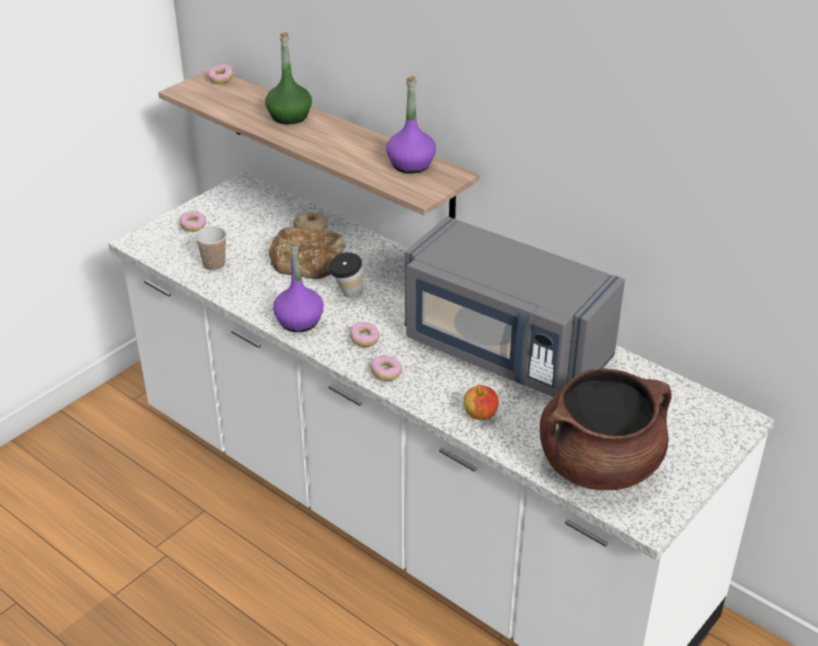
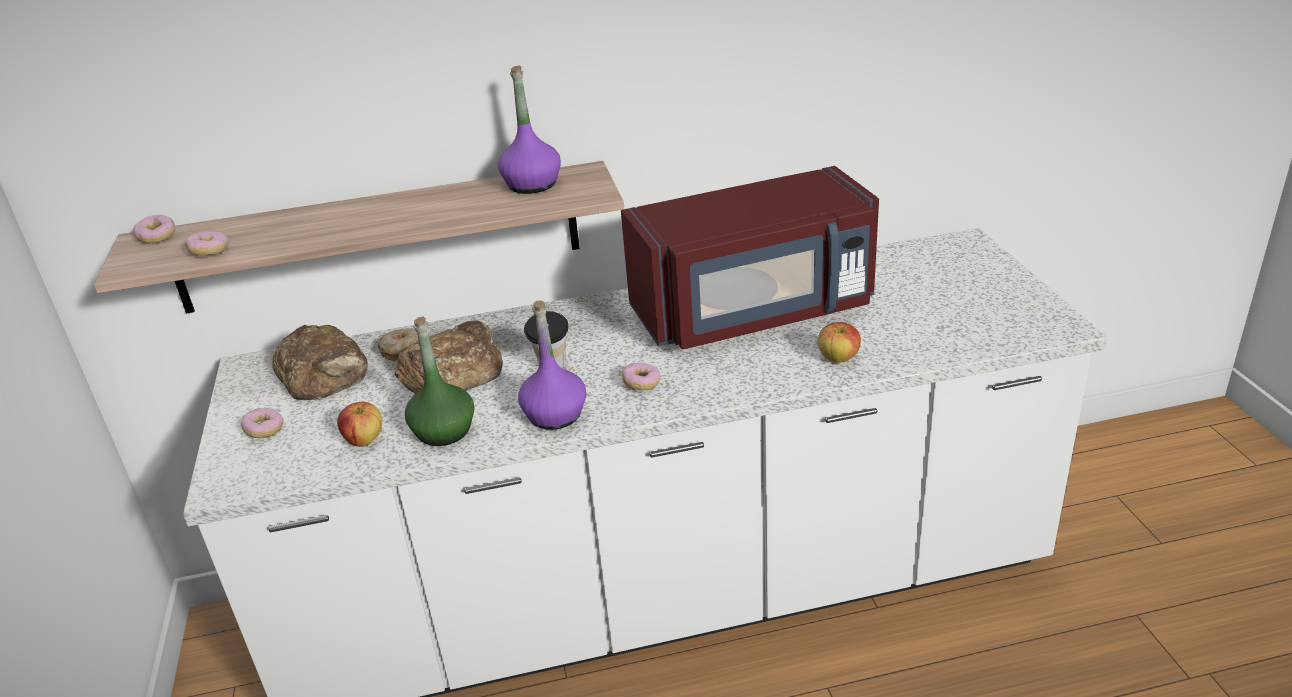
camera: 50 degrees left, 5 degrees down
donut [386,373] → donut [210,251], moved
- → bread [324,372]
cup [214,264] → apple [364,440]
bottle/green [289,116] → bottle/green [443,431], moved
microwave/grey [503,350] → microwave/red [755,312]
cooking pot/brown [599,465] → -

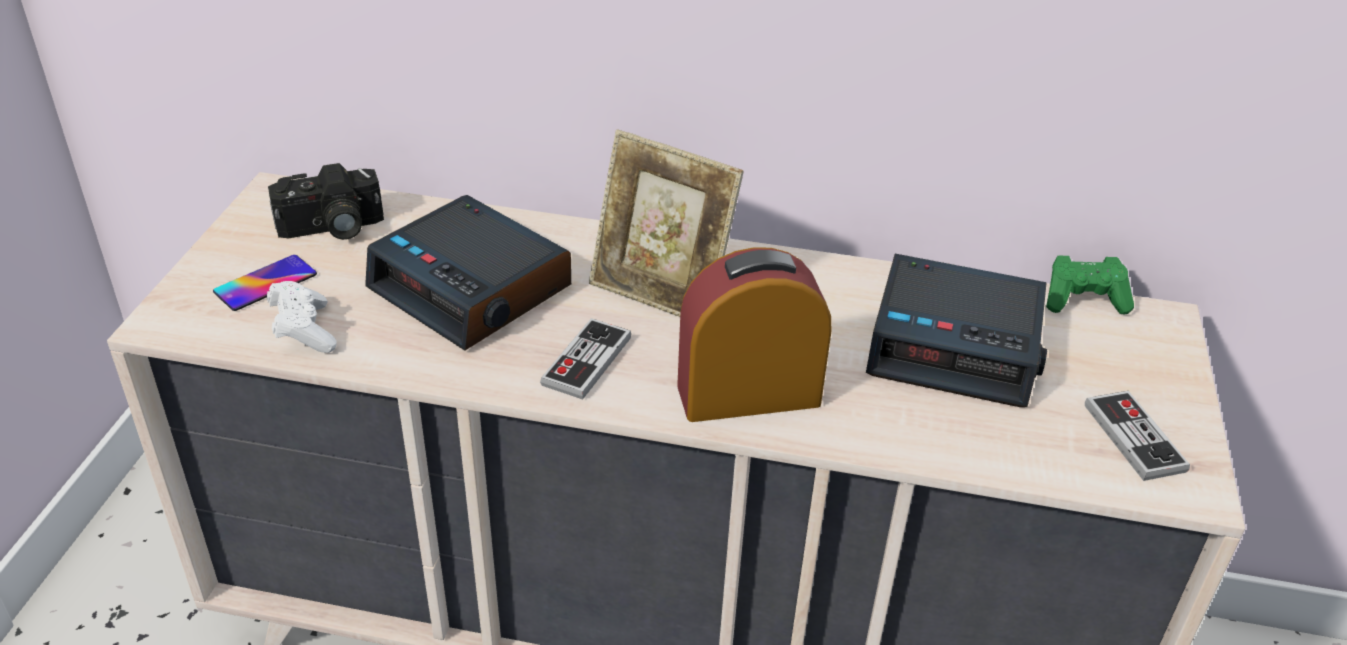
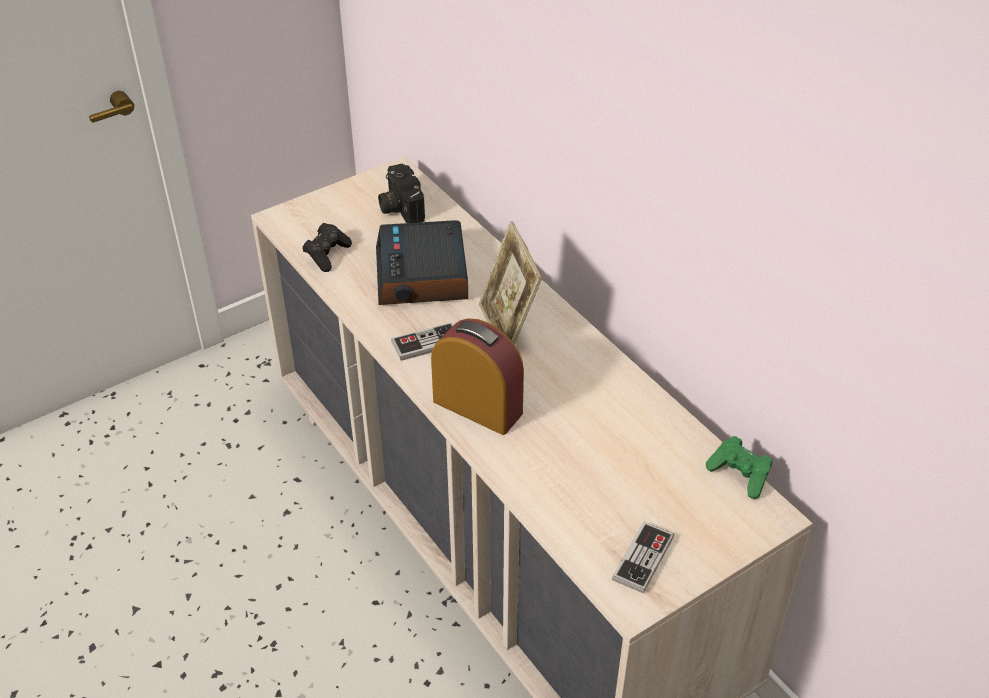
camera: 45 degrees right, 5 degrees up
game controller/white [304,331] → game controller/black [327,255]
photo camera [331,229] → photo camera [399,206], 45 degrees clockwise
phone [265,283] → -
alarm clock [956,345] → -

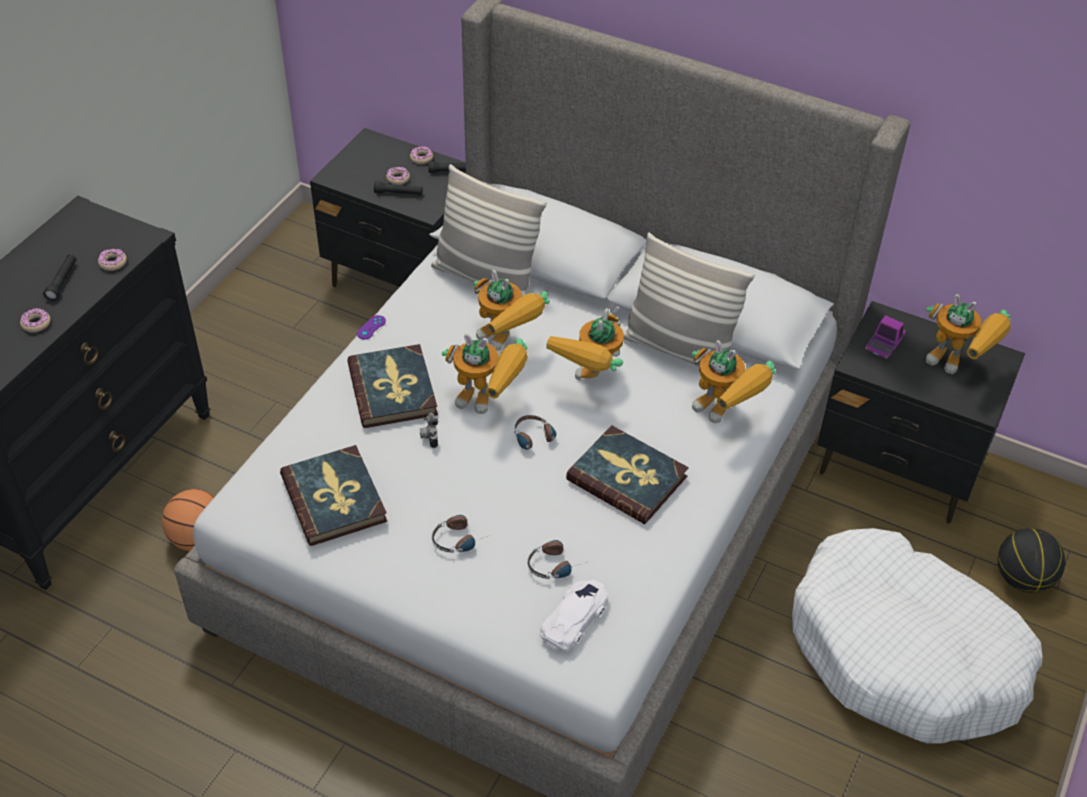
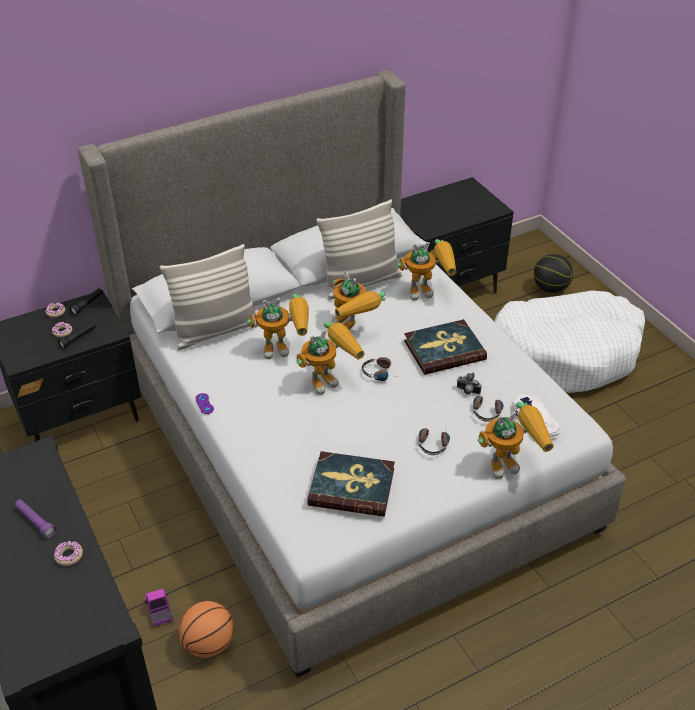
camera: 55 degrees left, 5 degrees down
flashlight/black [62,282] → flashlight/purple [35,522]
toy truck [884,345] → toy truck [159,611], moved
photo camera [429,436] → photo camera [467,391], moved
toy robot [958,364] → toy robot [511,462], moved
donut [113,263] → -
book [393,389] → -

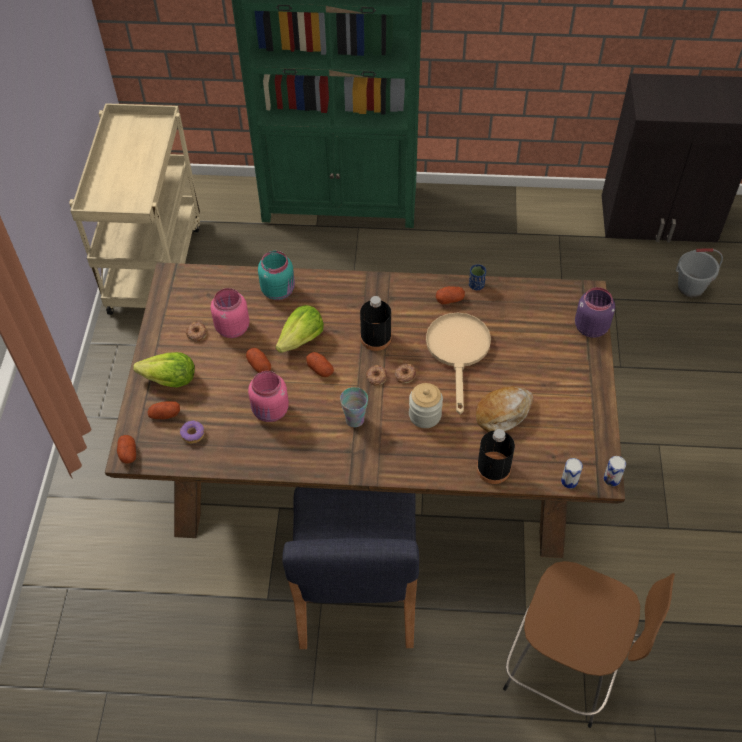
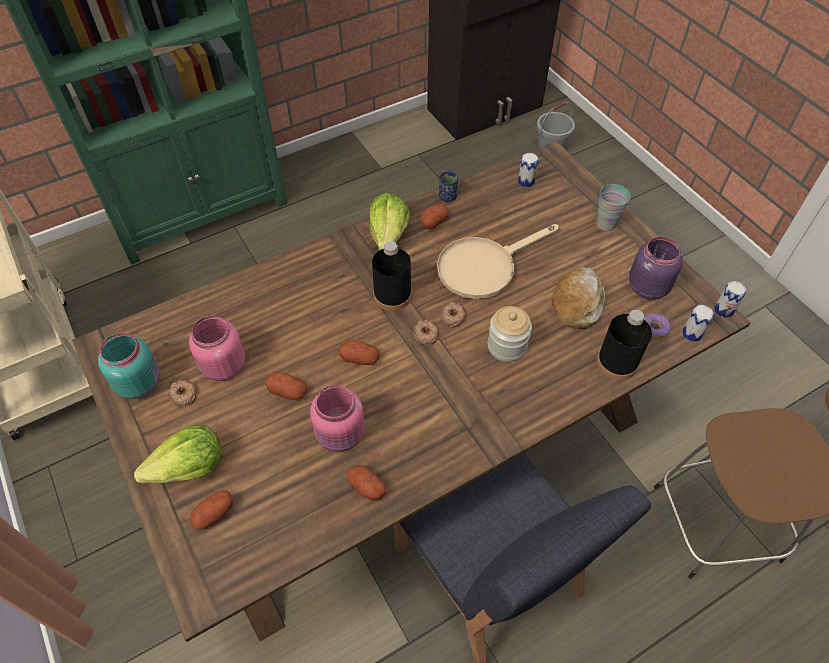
camera: 35 degrees left, 0 degrees up
jar/turquoise [279,290] → jar/turquoise [140,382], moved
potato [128,453] → potato [366,487], moved
lettuce [301,339] → lettuce [389,235], moved
frying pan/beige [458,351] → frying pan/beige [484,266], 90 degrees counterclockwise
- → can [526,182]
cup [355,419] → cup [606,224], moved
jar/purple [590,327] → jar/purple [646,287], moved
donut [193,434] → donut [653,329], moved

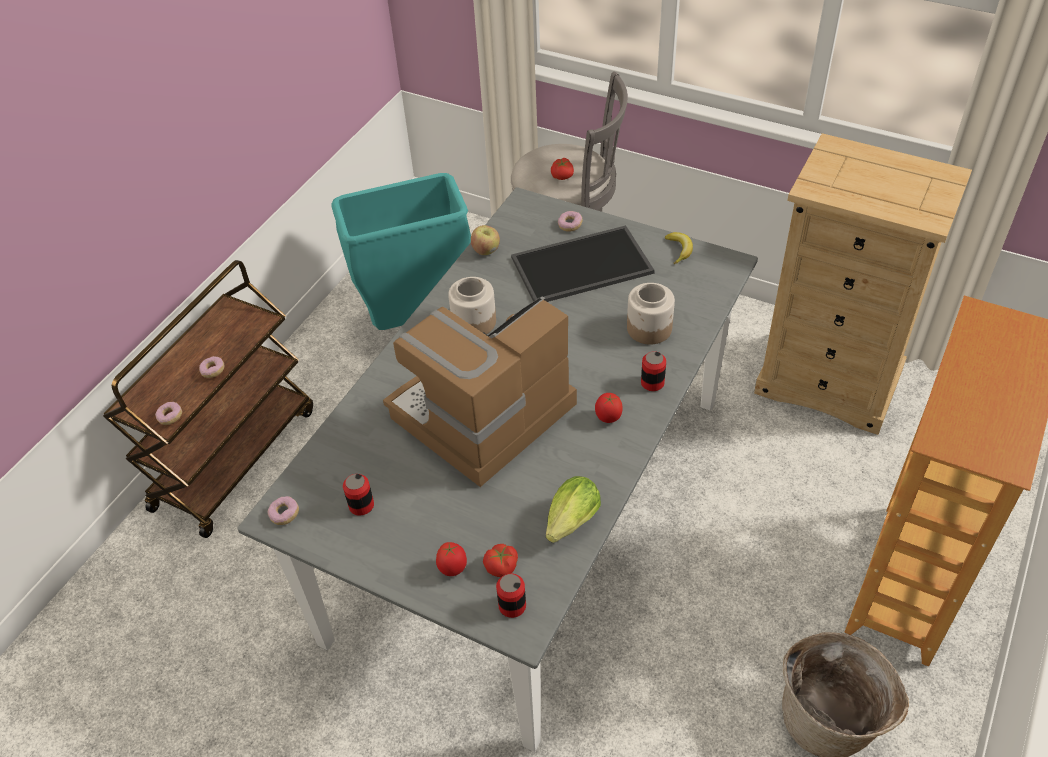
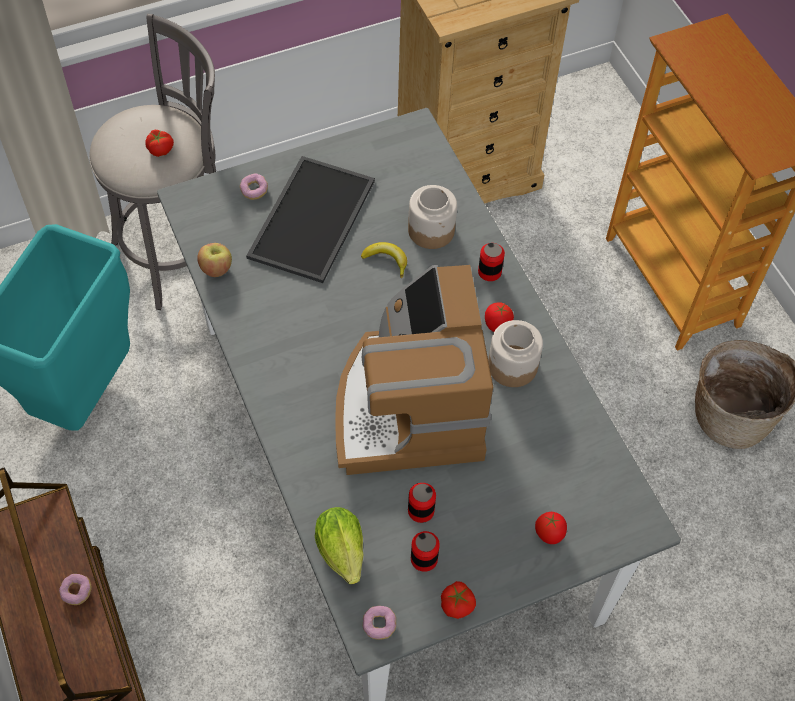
camera: 55 degrees left, 10 degrees up
lettuce [569,524] → lettuce [343,556], moved
banana [679,250] → banana [386,260], moved
can [512,606] → can [421,511], moved
tomato [502,567] → tomato [457,604], moved
jar [474,321] → jar [512,365], moved
donut [170,417] → -

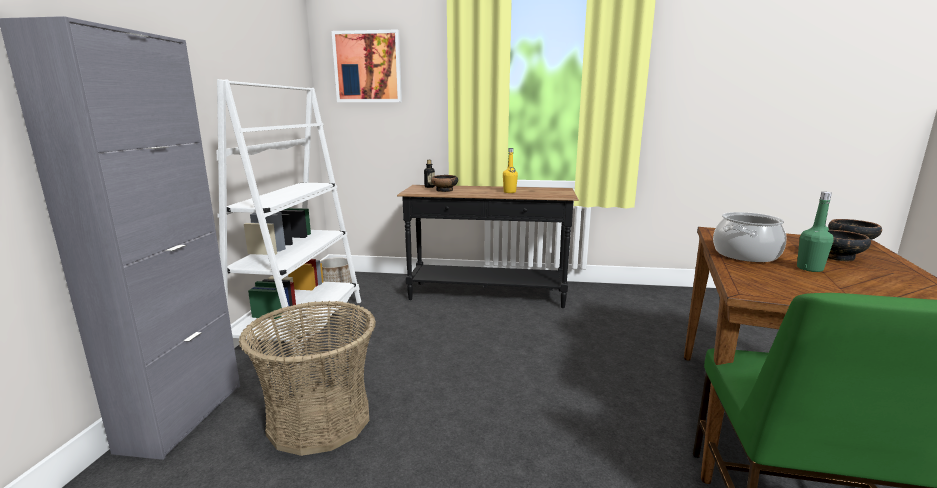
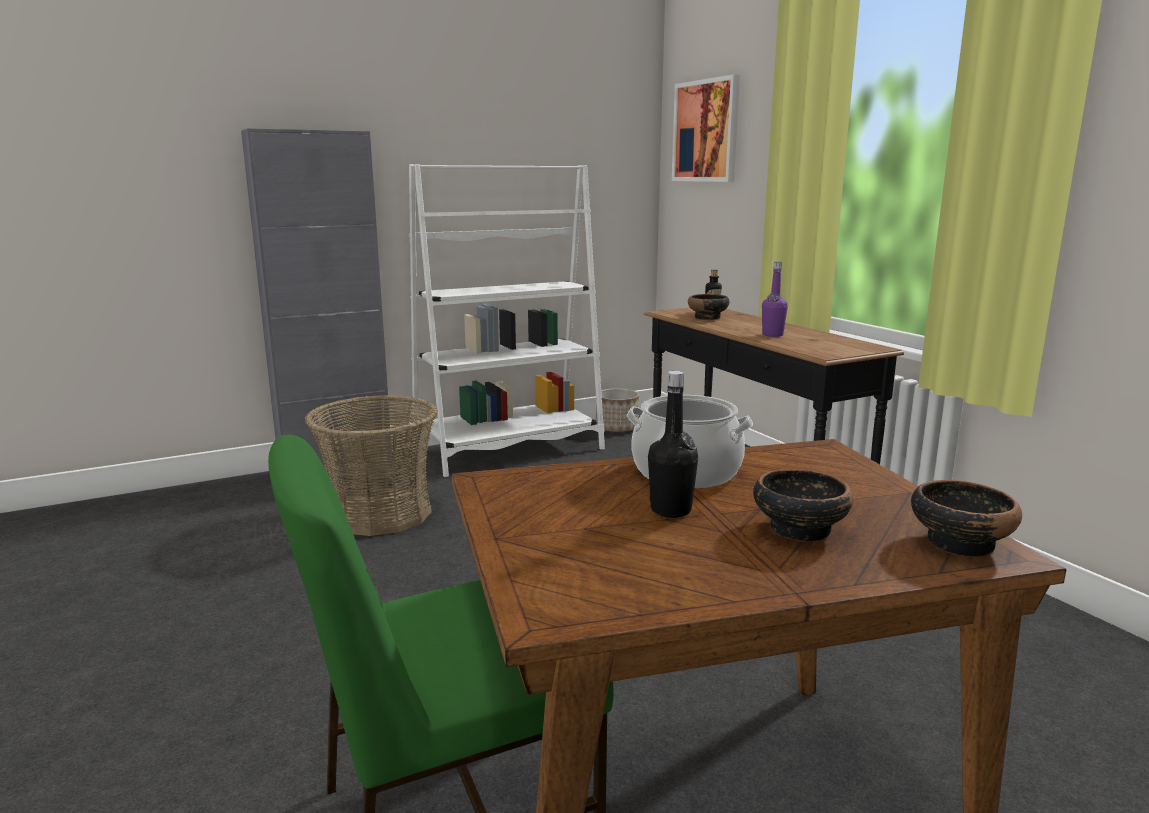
camera: 55 degrees right, 0 degrees up
bottle/green [809,268] → bottle/black [671,510]
bottle/yellow [509,192] → bottle/purple [772,335]

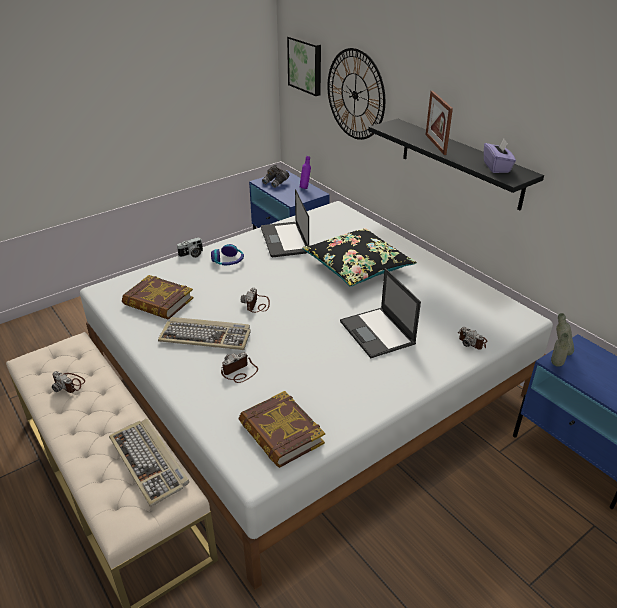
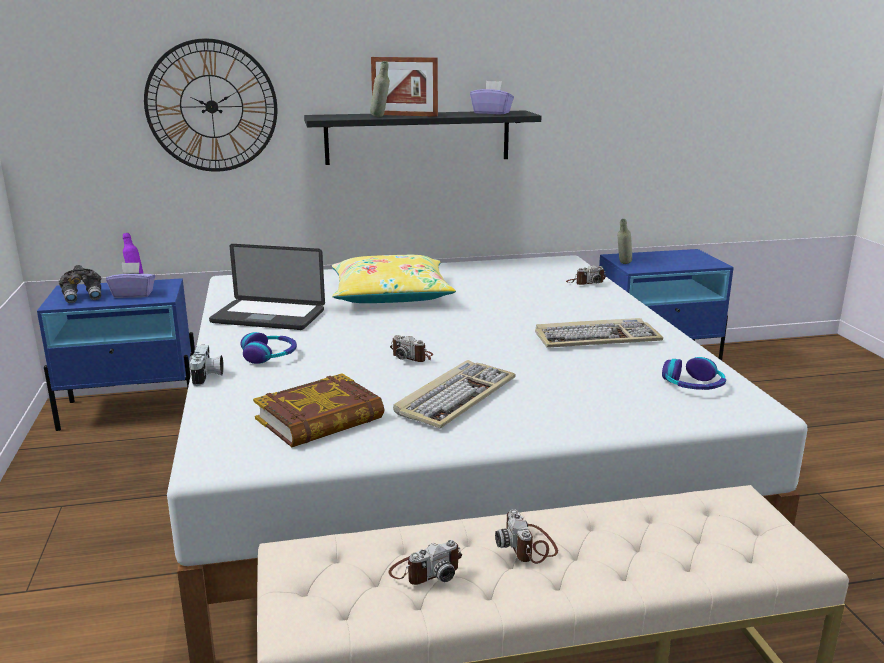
camera: 65 degrees left, 15 degrees down
- → tissue box/purple [133,294]
pillow/black [357,266] → pillow/yellow [390,295]
bottle/grey [555,367] → bottle/grey [380,117], moved
photo camera [239,372] → photo camera [528,546], moved
keyboard [149,462] → keyboard [597,338], moved
book [280,433] → headphones [693,385]
picture [306,65] → -
laptop [378,333] → -

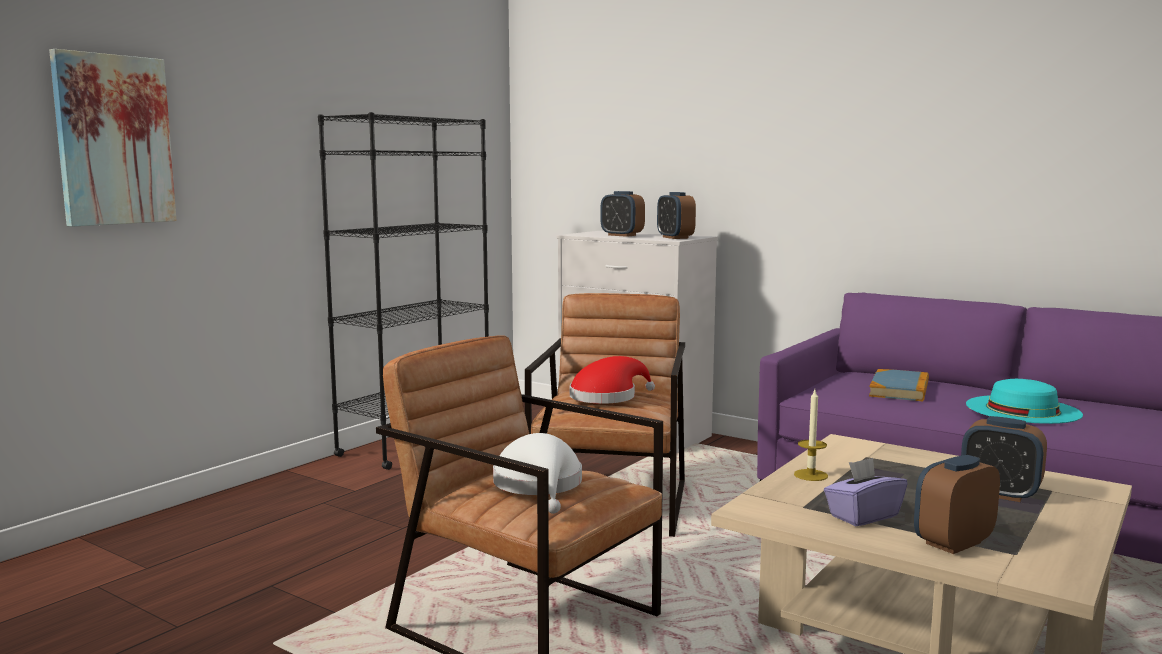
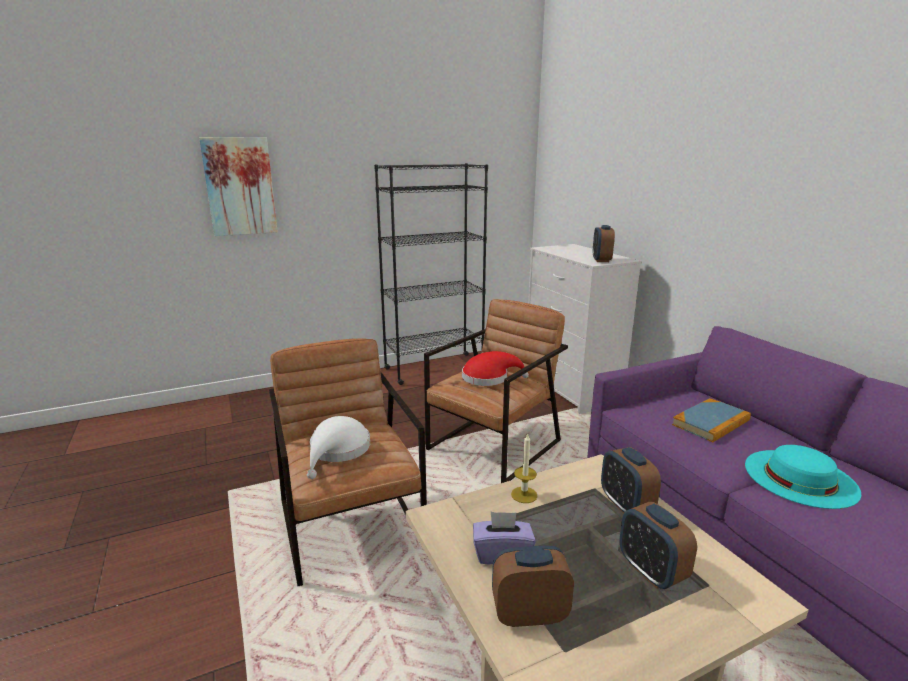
camera: 30 degrees right, 10 degrees up
alarm clock [622,235] → alarm clock [625,505], moved

